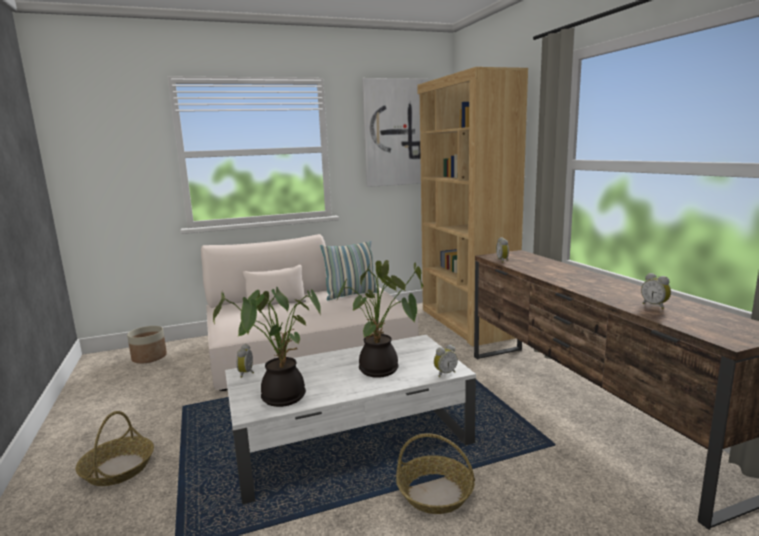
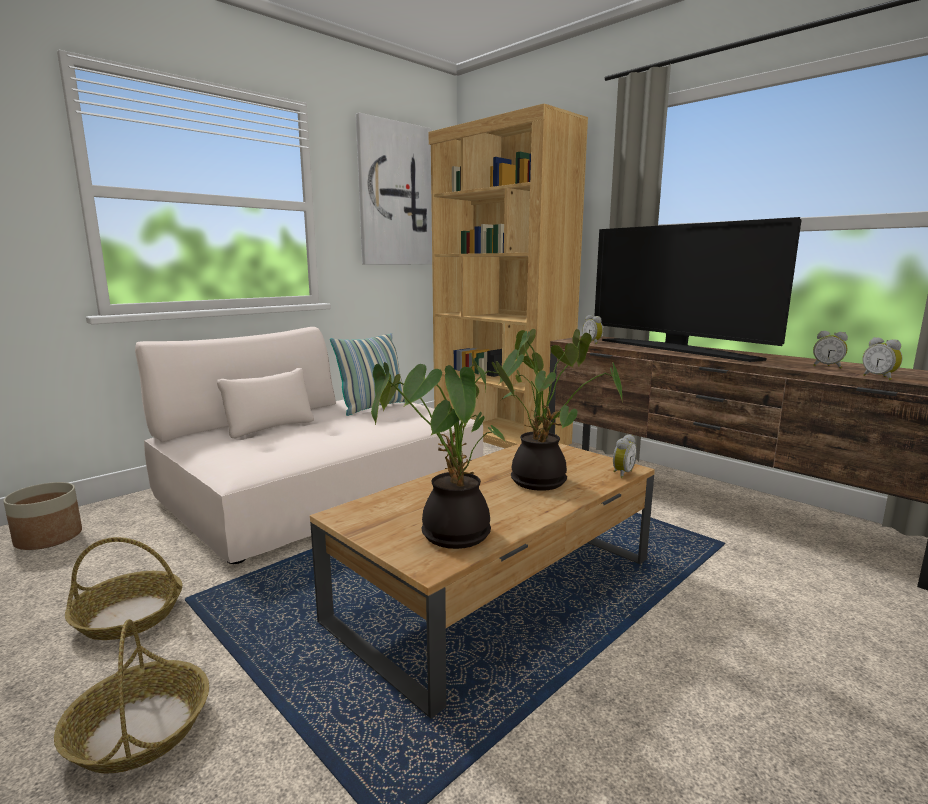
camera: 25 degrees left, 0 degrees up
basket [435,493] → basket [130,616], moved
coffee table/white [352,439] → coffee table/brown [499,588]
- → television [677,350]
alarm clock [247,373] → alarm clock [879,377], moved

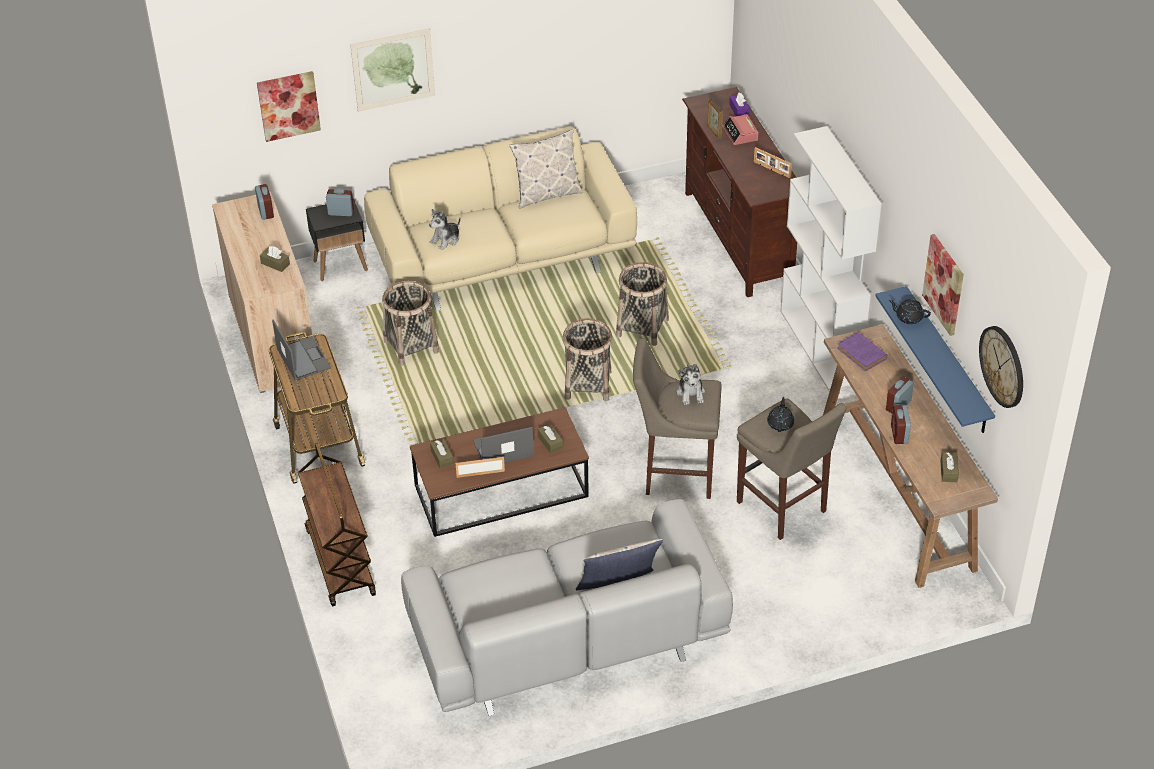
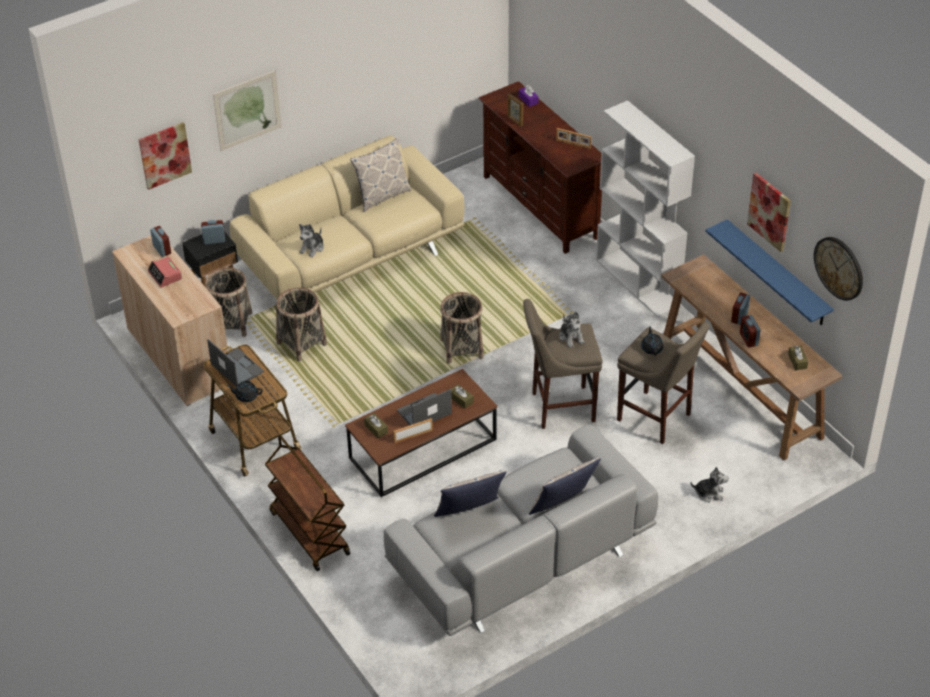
camera: 15 degrees left, 0 degrees up
alarm clock [740,134] → alarm clock [165,275], moved
basket [642,328] → basket [231,323], moved
teapot/black [908,317] → teapot/black [246,396], moved
- → pillow [470,515]
- → plush toy [709,493]
tissue box/brown [275,264] → -
book/purple [862,354] → -

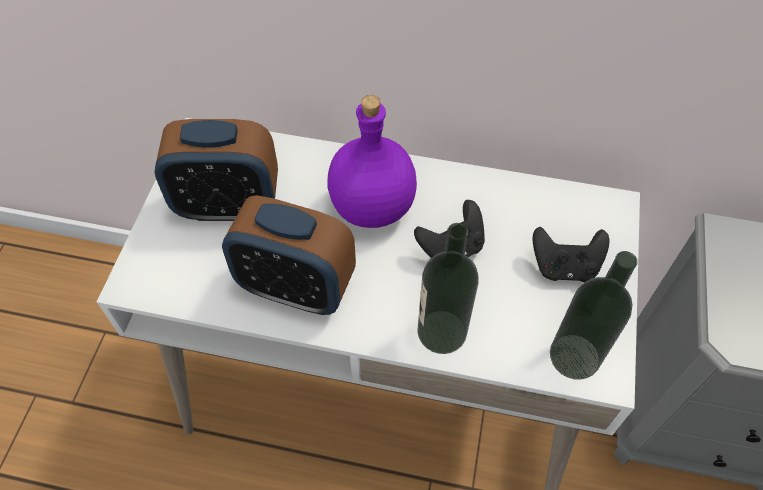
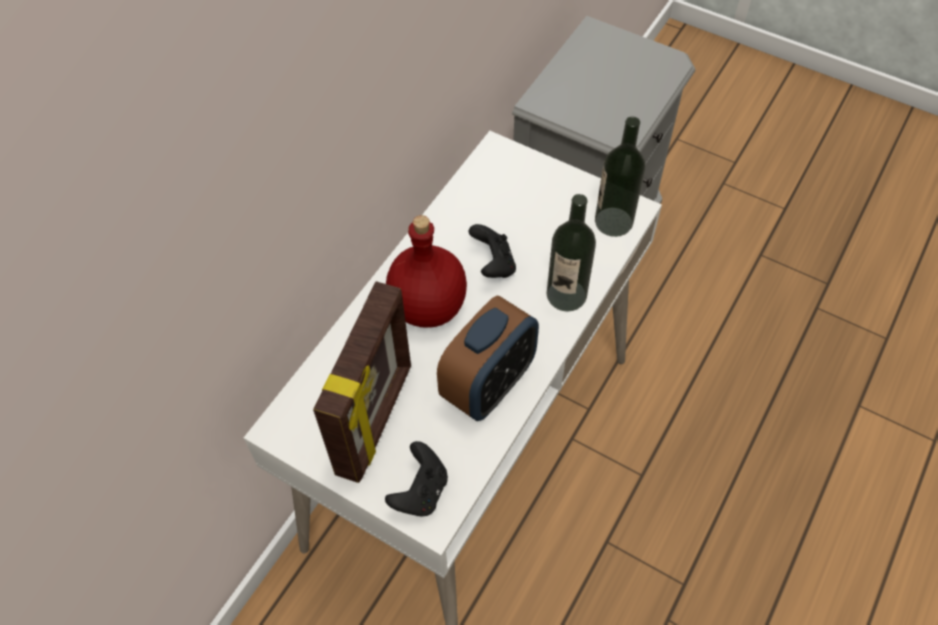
camera: 70 degrees left, 0 degrees up
alarm clock [228,205] → picture frame [377,419]
game controller/black [564,266] → game controller/black [420,491], moved
bottle/purple [372,208] → bottle/red [429,307]

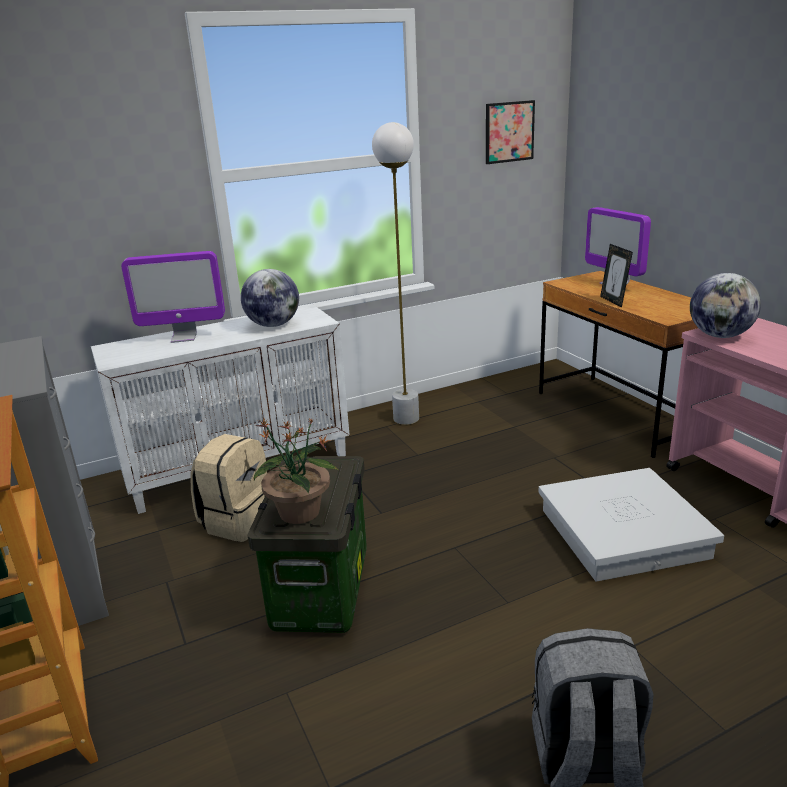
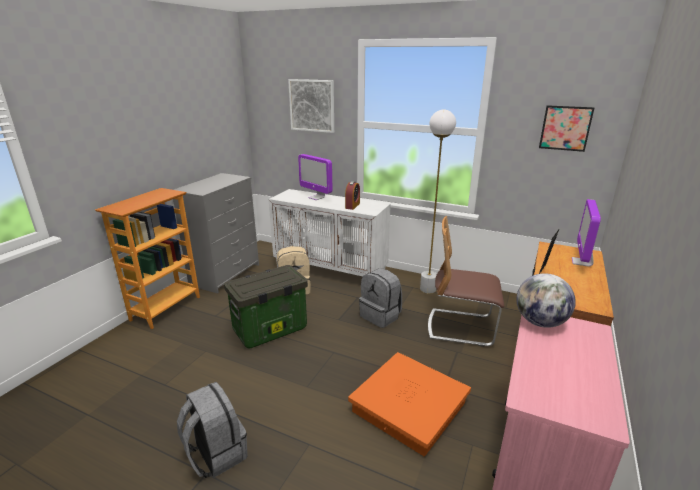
camera: 50 degrees right, 0 degrees up
- → picture [312,105]
globe [273,325] → alarm clock [352,206]
storage box/white [623,533] → storage box/orange [409,407]
- → backpack/grey [381,316]
- → chair [461,328]
potted plant [299,513] → -

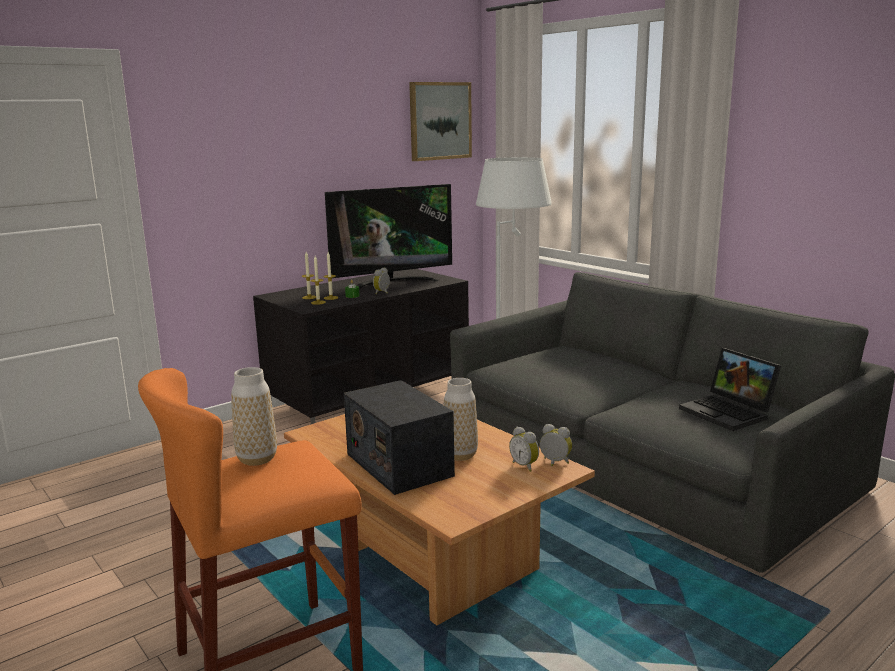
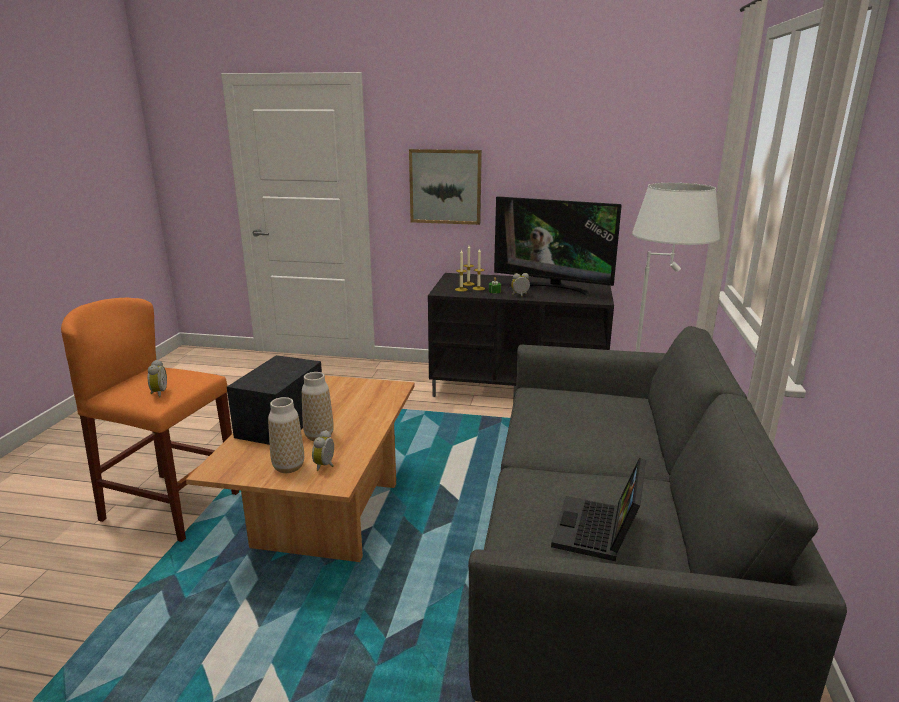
camera: 50 degrees right, 5 degrees up
alarm clock [554,463] → alarm clock [158,393], moved
vase [257,459] → vase [288,467], moved
picture [440,121] → picture [445,186], moved

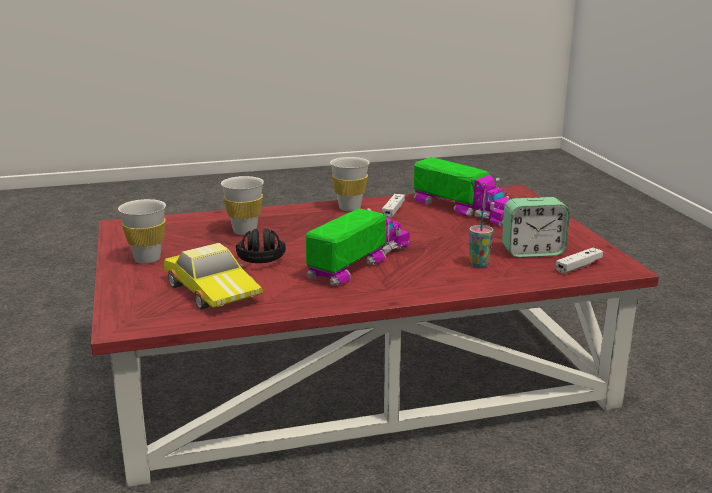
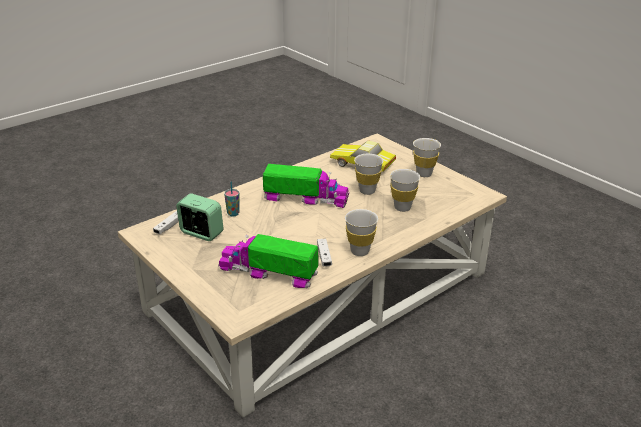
camera: 155 degrees right, 10 degrees up
coffee table/red [358,371] → coffee table/beige [319,294]
alarm clock [532,252] → alarm clock [201,233], 60 degrees clockwise
toy truck [359,262] → toy truck [306,198], 90 degrees counterclockwise
headphones/black [261,255] → cup/white [367,191]

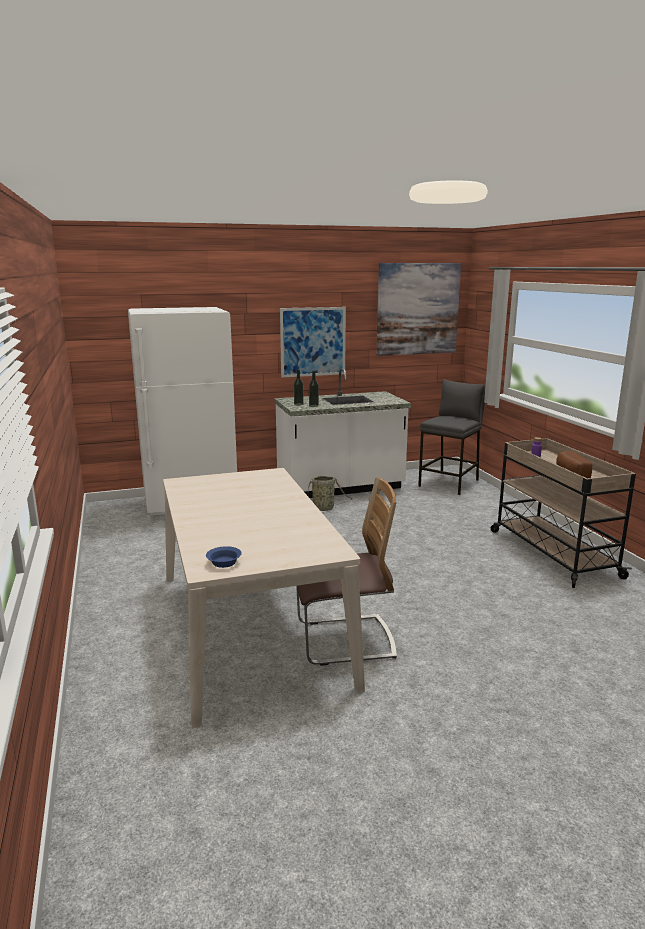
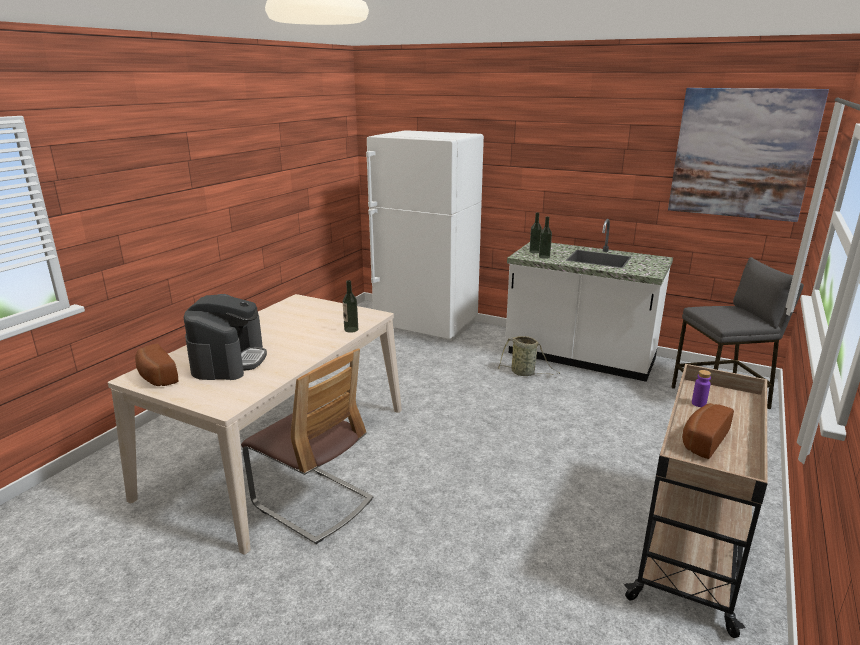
camera: 45 degrees right, 5 degrees up
bowl/blue [223,563] → bread [155,377]
- → coffee machine [229,360]
- → bottle [351,329]
picture [313,342] → -

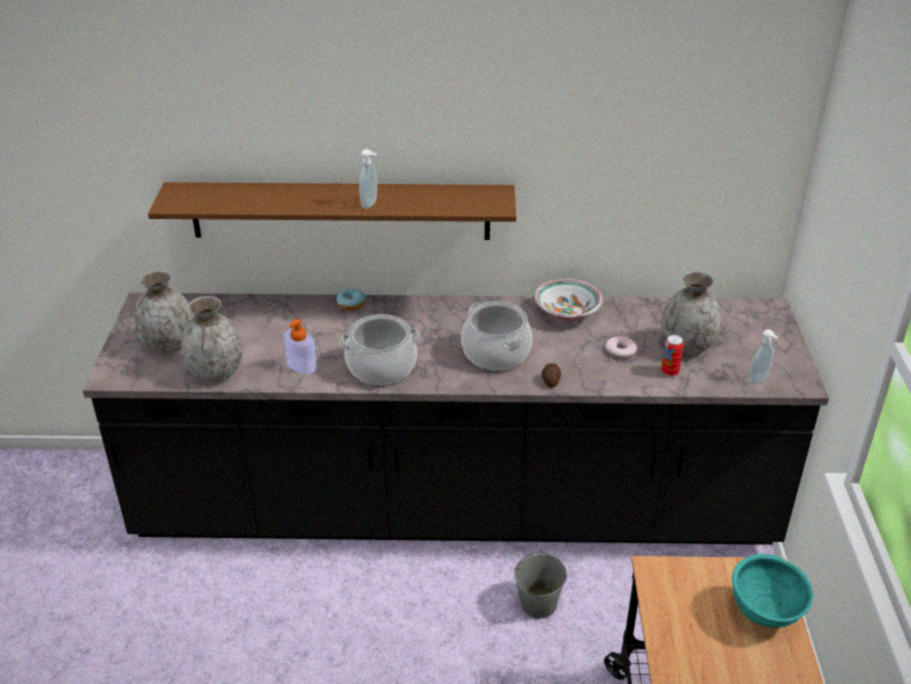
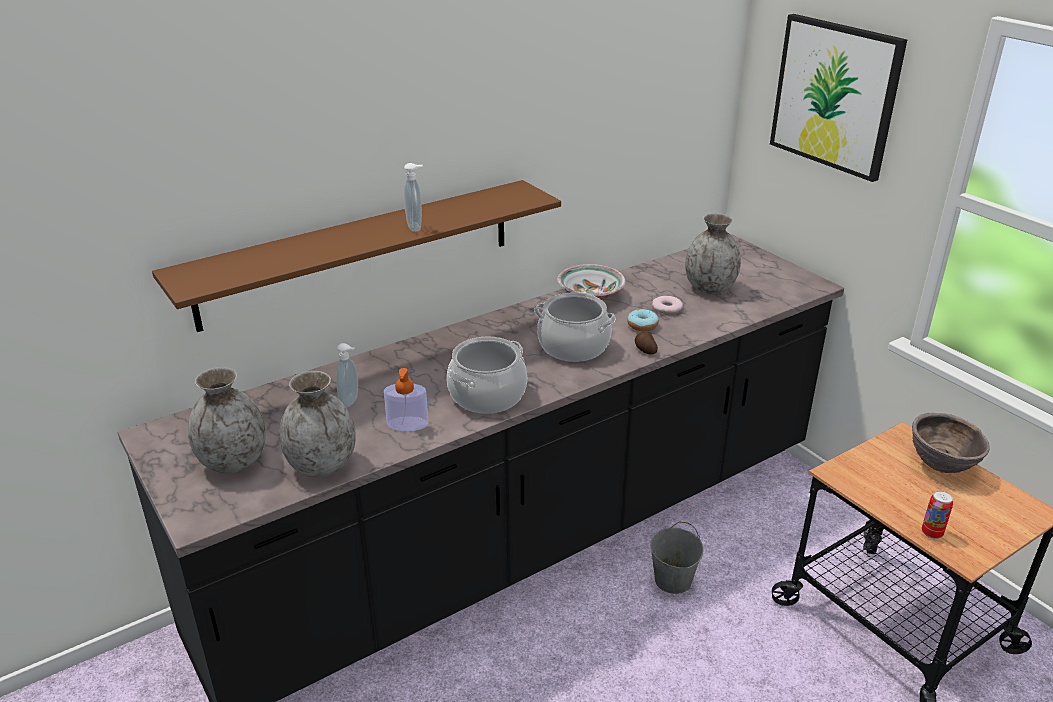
camera: 35 degrees left, 5 degrees down
soap dispenser [759,380] → soap dispenser [351,401], moved
donut [351,304] → donut [642,325], moved
- → picture [835,95]
bowl/turquoise [764,615] → bowl/brown [941,467]
can [669,372] → can [931,533], moved

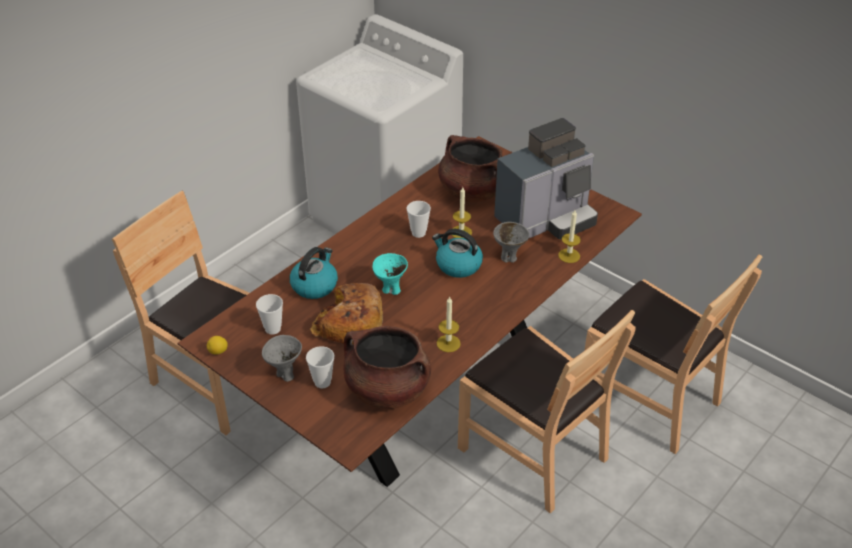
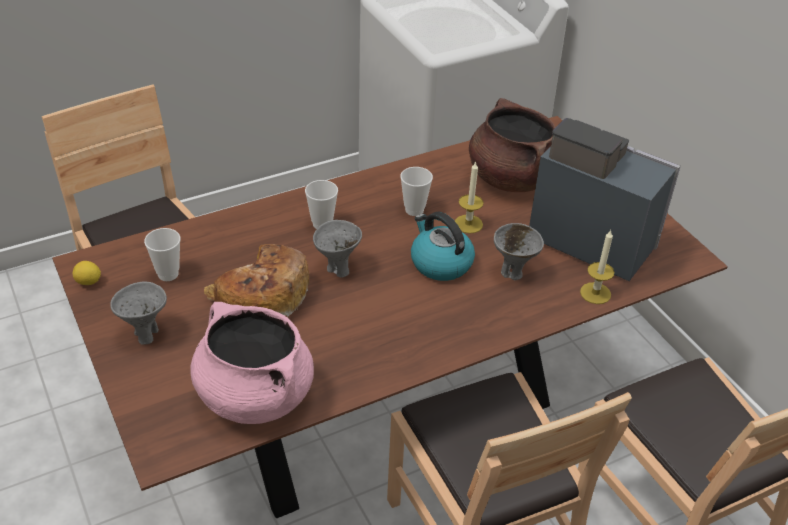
camera: 20 degrees right, 0 degrees up
cooking pot/brown [387,389] → cooking pot/pink [254,395]
cup [322,382] → cup [322,224], moved
bowl/turquoise [391,289] → bowl/grey [338,269]
coffee machine [546,219] → coffee machine [589,238], 135 degrees counterclockwise
kettle [314,285] → -
candle [448,343] → -

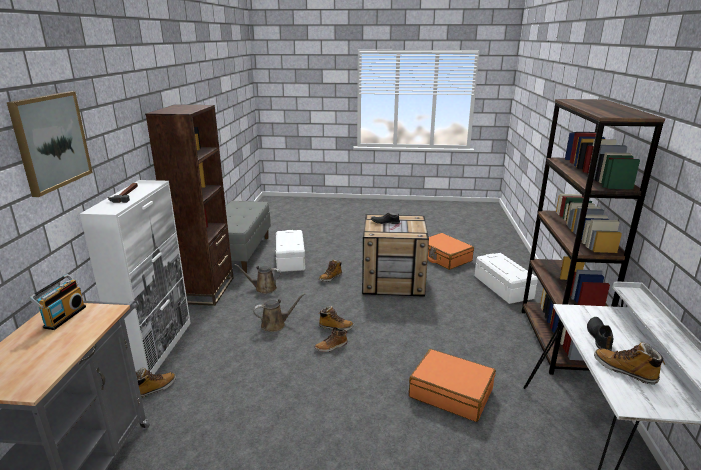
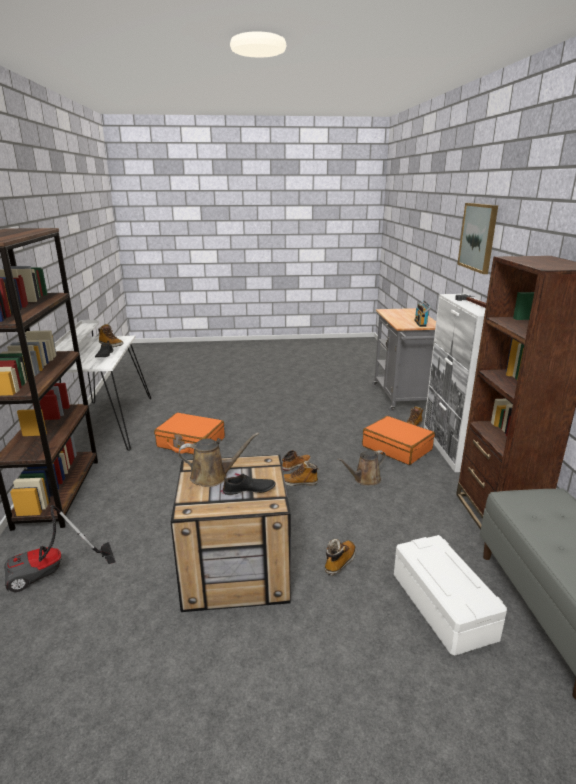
camera: 170 degrees right, 0 degrees up
storage box/white [503,287] → vacuum cleaner [52,574]
watering can/brown [263,288] → watering can/brown [213,476], moved
suitcase/orange [444,258] → suitcase/orange [397,448], moved

